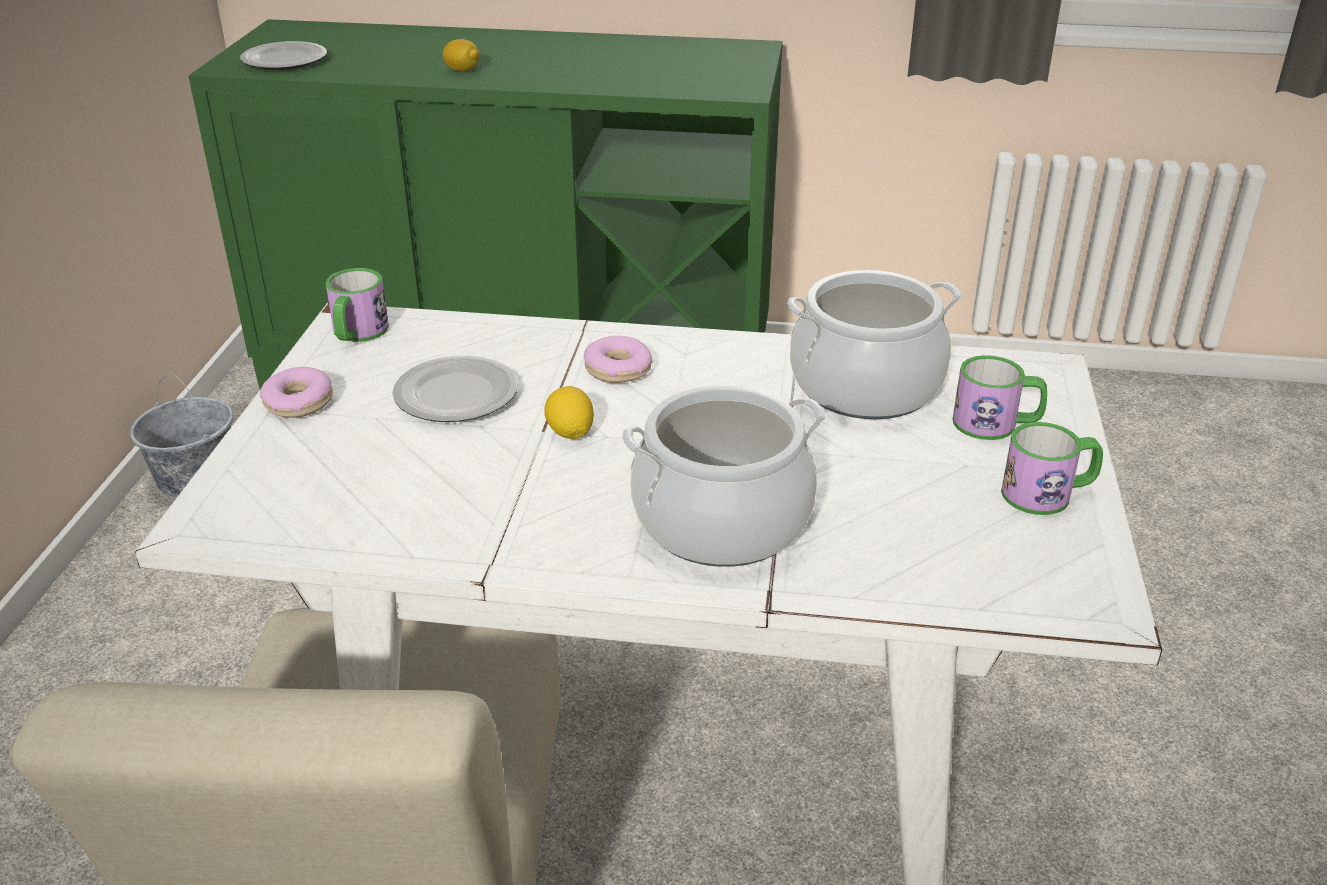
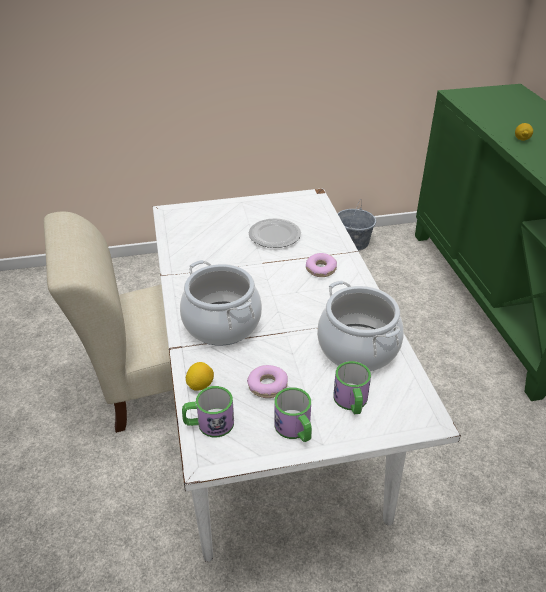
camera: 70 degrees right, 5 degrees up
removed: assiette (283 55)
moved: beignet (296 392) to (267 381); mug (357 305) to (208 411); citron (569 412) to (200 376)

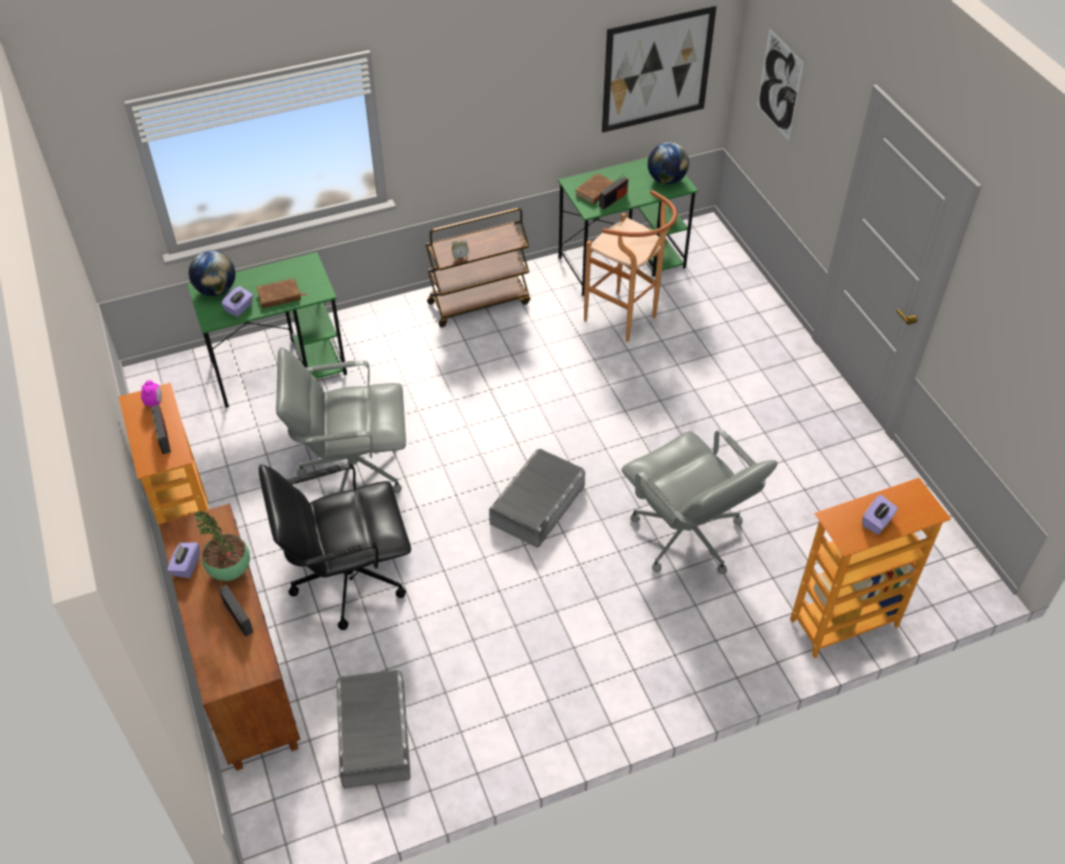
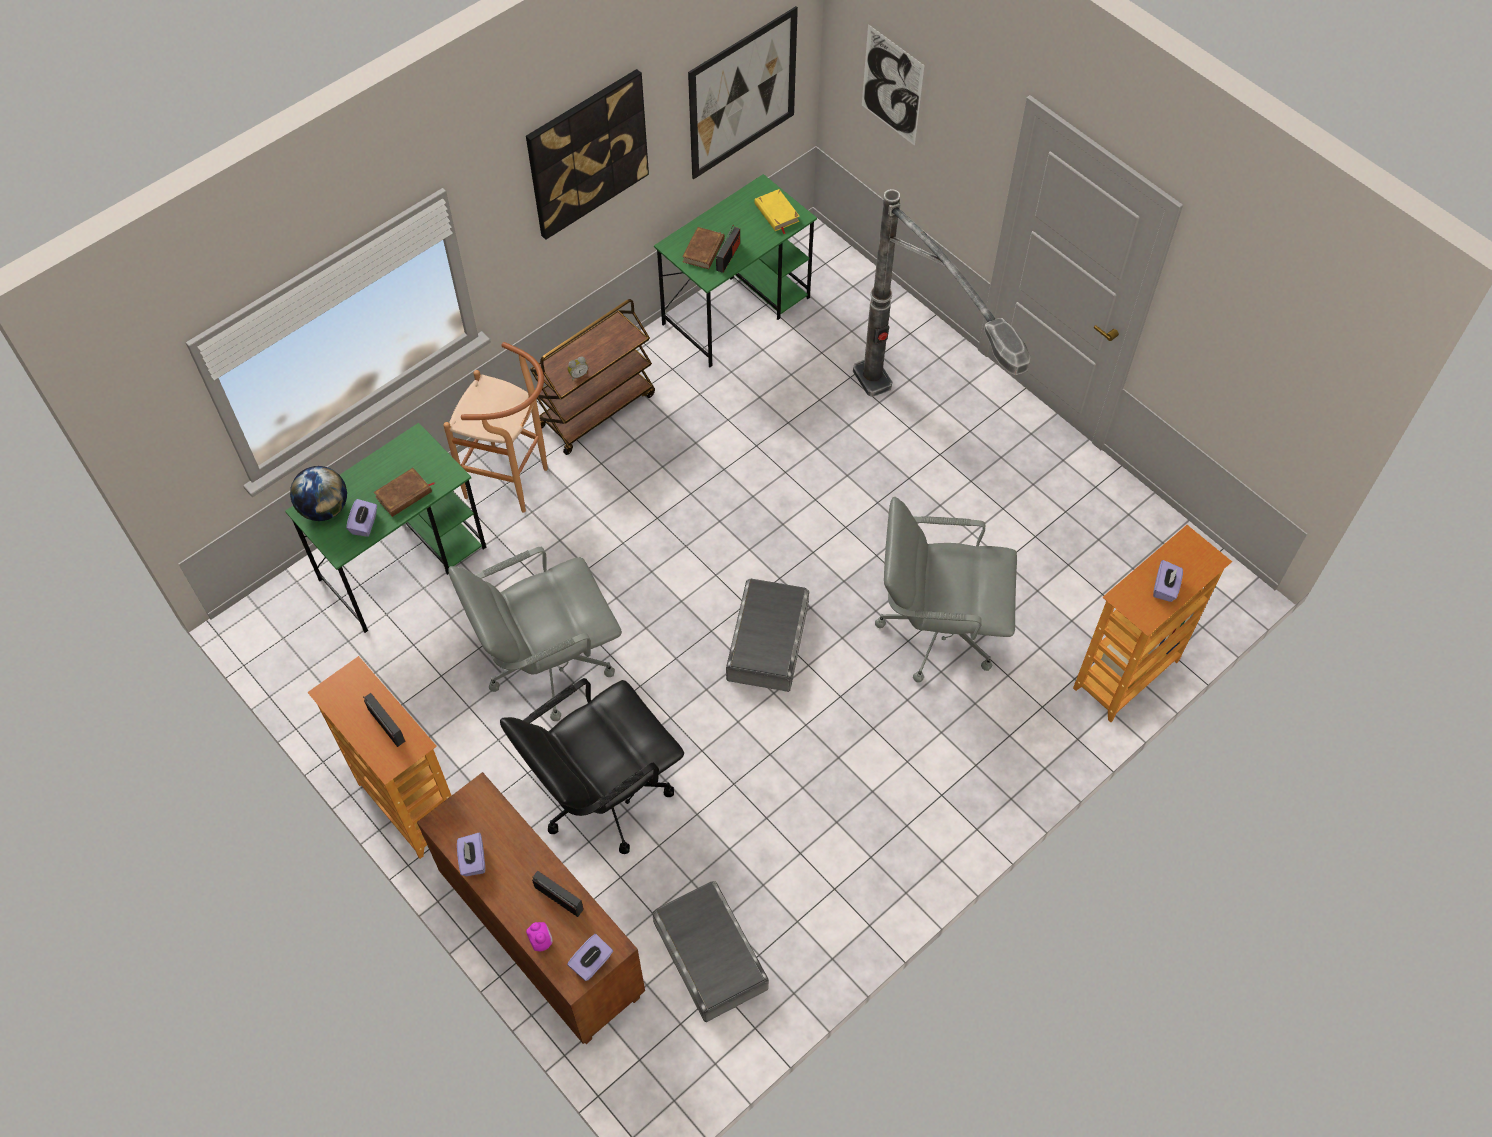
camera: 20 degrees left, 10 degrees up
removed: plante en pot (222 546)
added: tableau (587 154); boîte à mouchoirs [violet] (590 957); lampadaire (942 293)
moved: réveil (151 393) to (539 936); tabouret [marron] (630 266) to (495 427)
replaced: globe (668 163) to livre [jaune] (776 211)
turned: chaise de bureau [gris] (699 501) = (946 590) 150 degrees clockwise

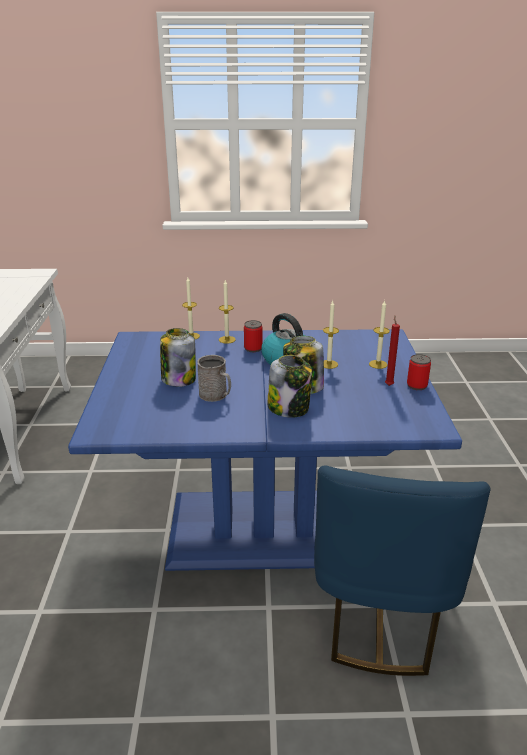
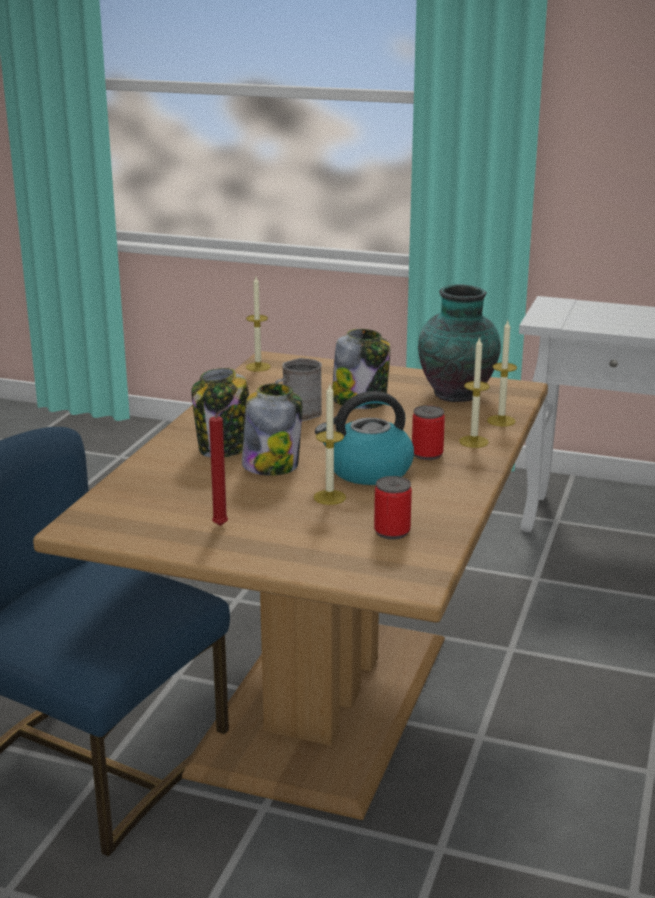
camera: 110 degrees right, 5 degrees down
added: vase (459 343)
moved: bougie (379 335) to (258 324); boîte métallique (419 372) to (393 508)
recoloured: table à manger [bleu] (265 450) to table à manger [marron] (290 585)

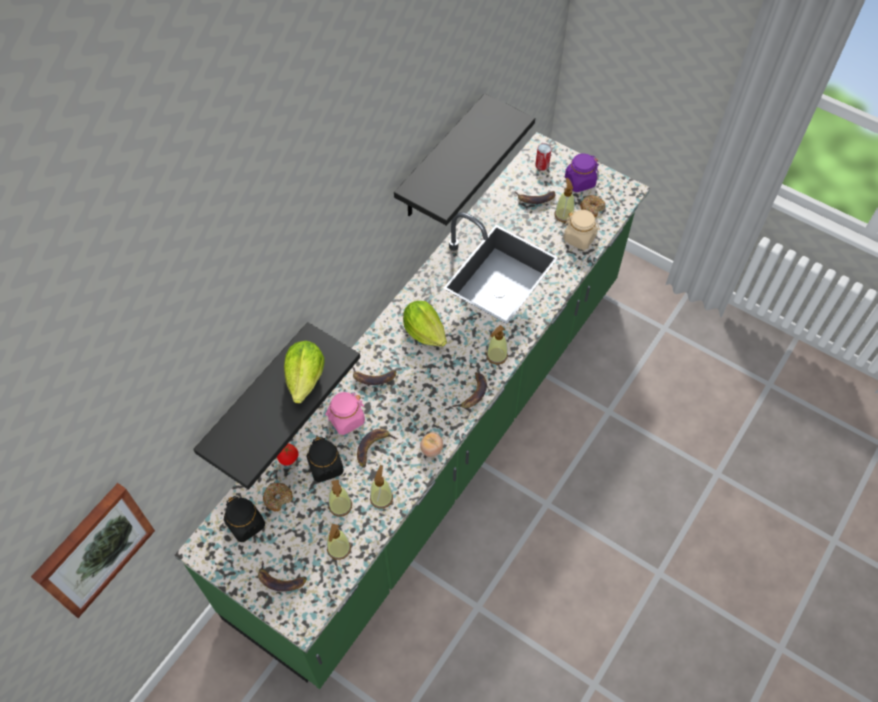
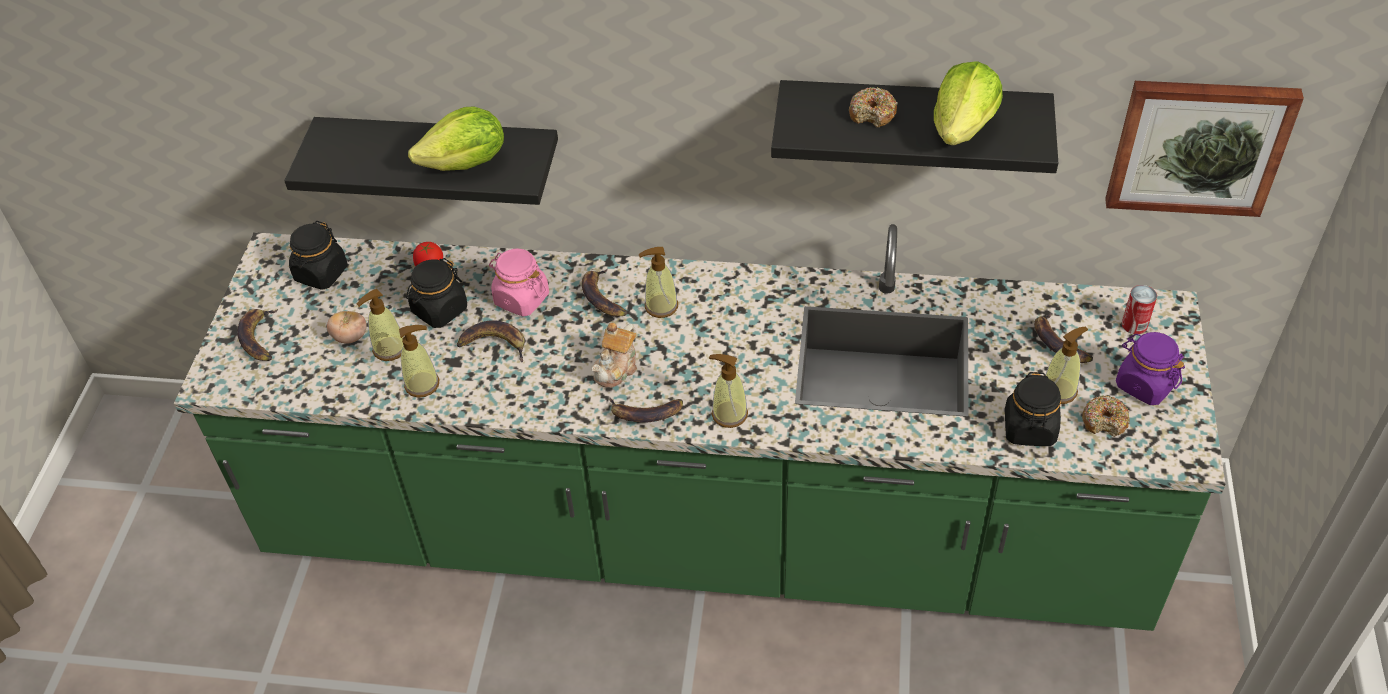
camera: 65 degrees right, 10 degrees down
added: théière (614 355)
moved: tableau (93 550) to (1204 149); beignet (278 497) to (873 107); distributeur de savon (339 542) to (658 282); laitue (425 324) to (968 103); tomate (431 445) to (347 327)
recoloured: bocal [beige] (582 230) to bocal [noir] (1033 409)

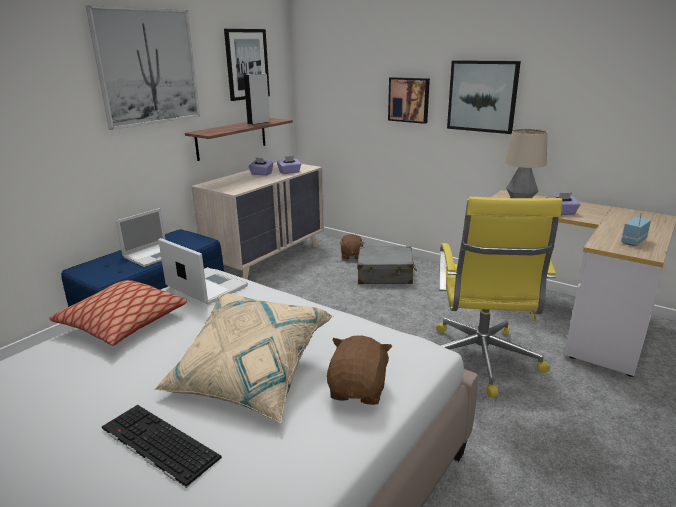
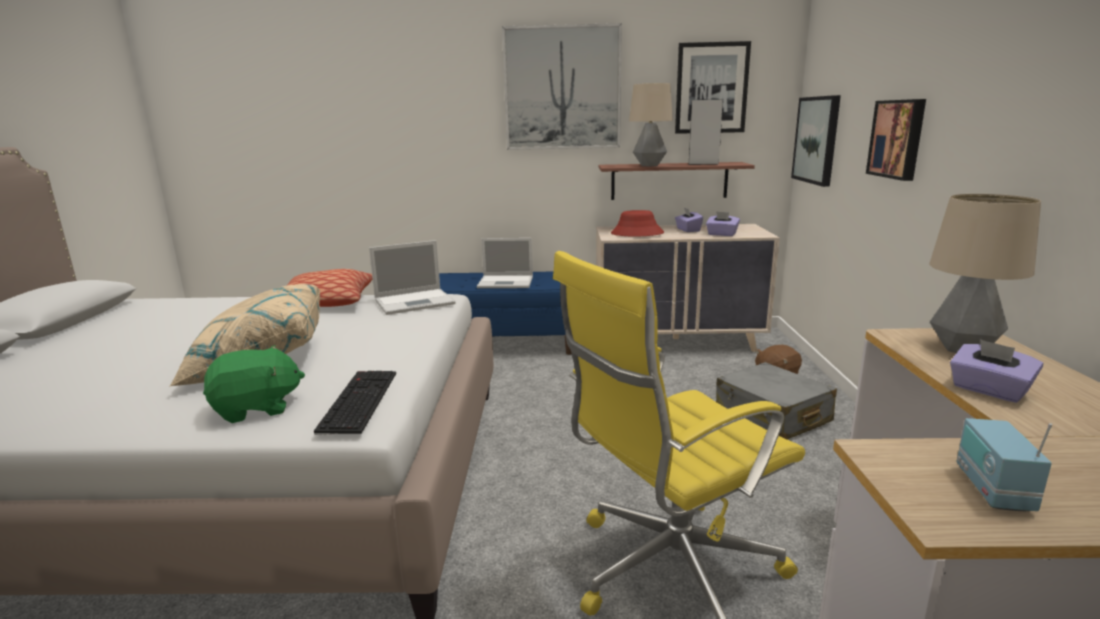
camera: 55 degrees right, 5 degrees down
added: chapeau [rouge] (637 223); lampe de table (651 124)
moved: clavier (162 446) to (355 403); tableau (484 97) to (816 141)
recoloured: peluche [marron] (359 370) to peluche [vert] (254 384)
turned: ordinateur portable (203 271) = (412 277) 60 degrees clockwise; radio (636 229) = (1004 464) 90 degrees counterclockwise

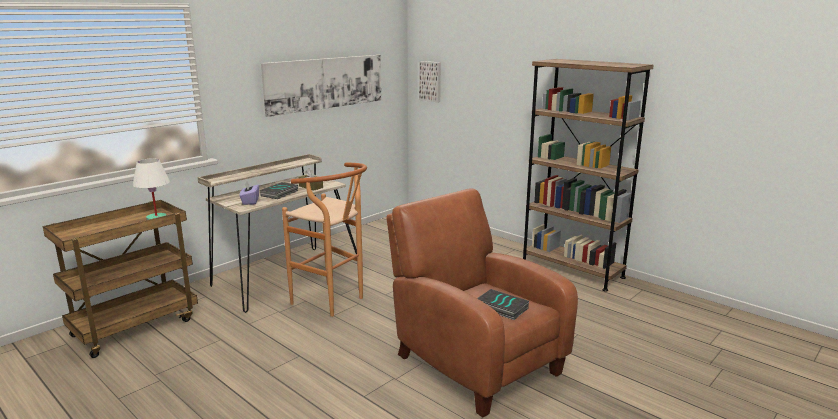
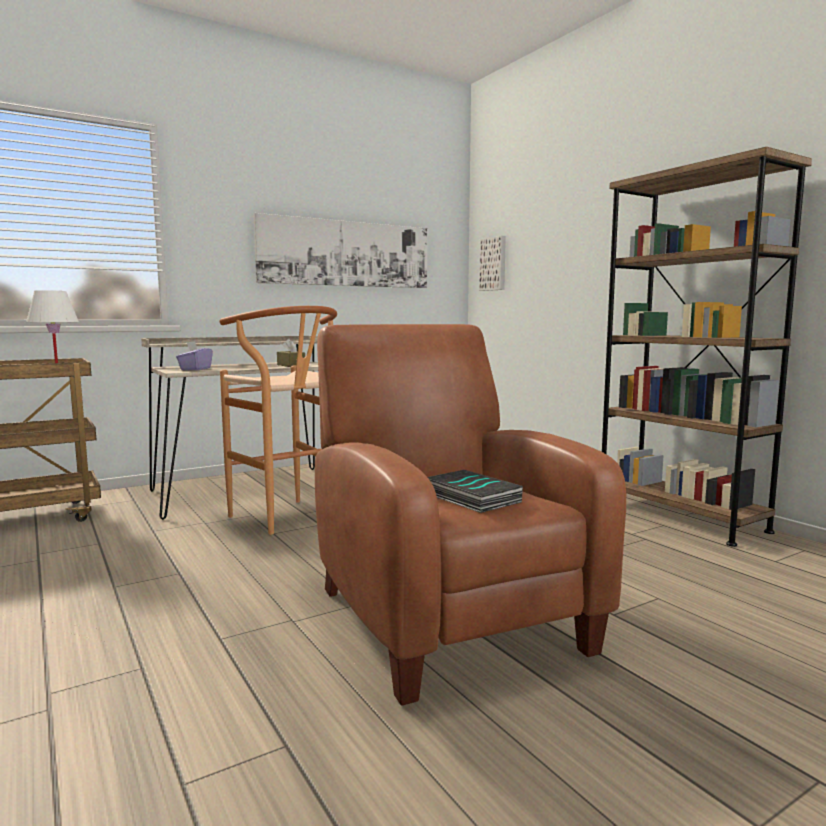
camera: 15 degrees right, 10 degrees down
removed: livre (279 190)

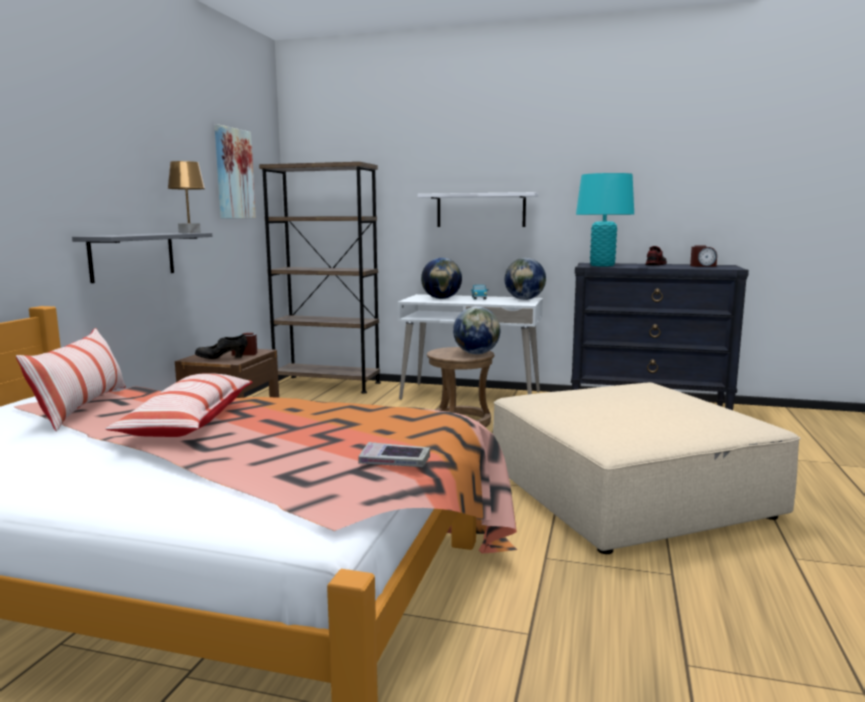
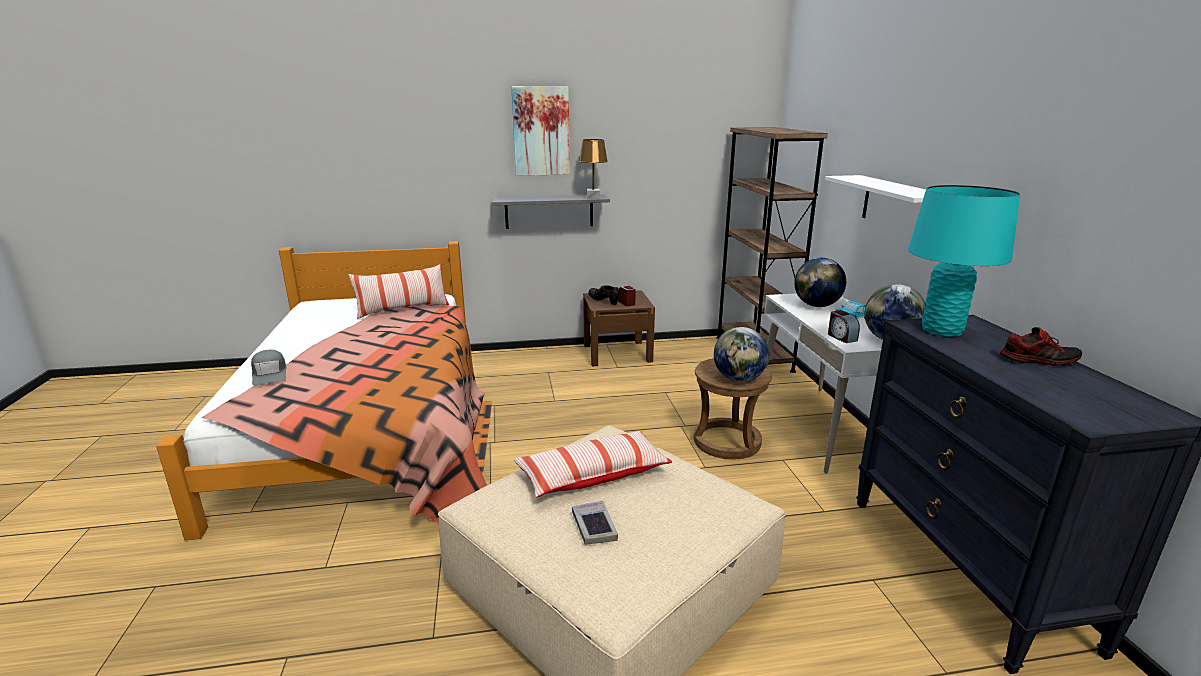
camera: 65 degrees right, 10 degrees up
added: casquette [gris] (268 368)
moved: coussin (179 405) to (593 464); tableau (235 171) to (540 131); livre (394 454) to (595 522); réveil (703 256) to (844 326)

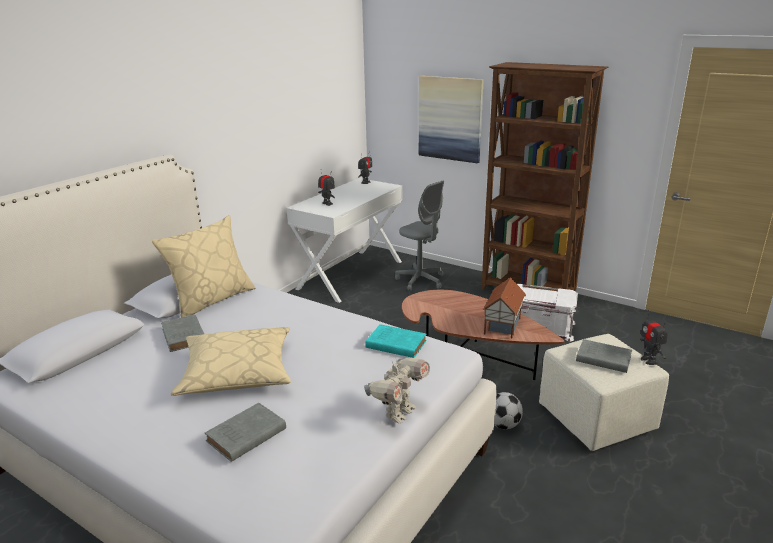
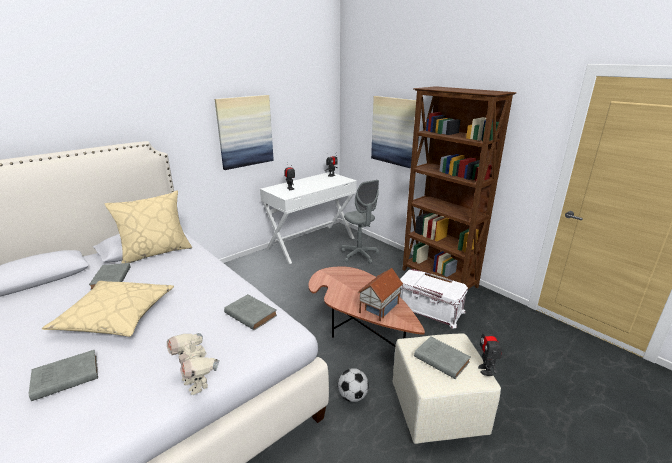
camera: 15 degrees right, 0 degrees up
added: tableau (244 132)
recoloured: livre [turquoise] (395 341) to livre [gris] (250 312)
turned: robot jouet (397 390) = (193 364) 90 degrees clockwise

